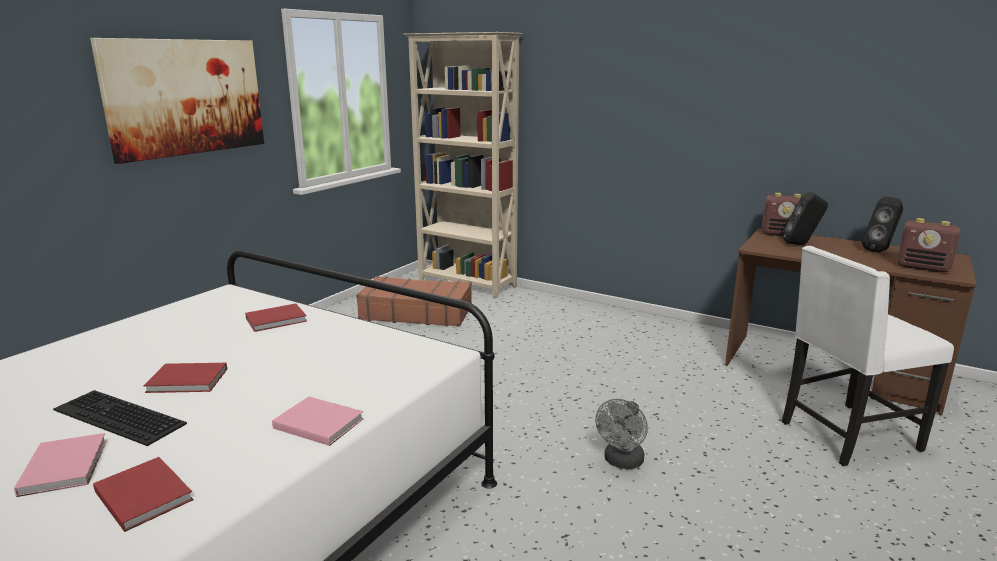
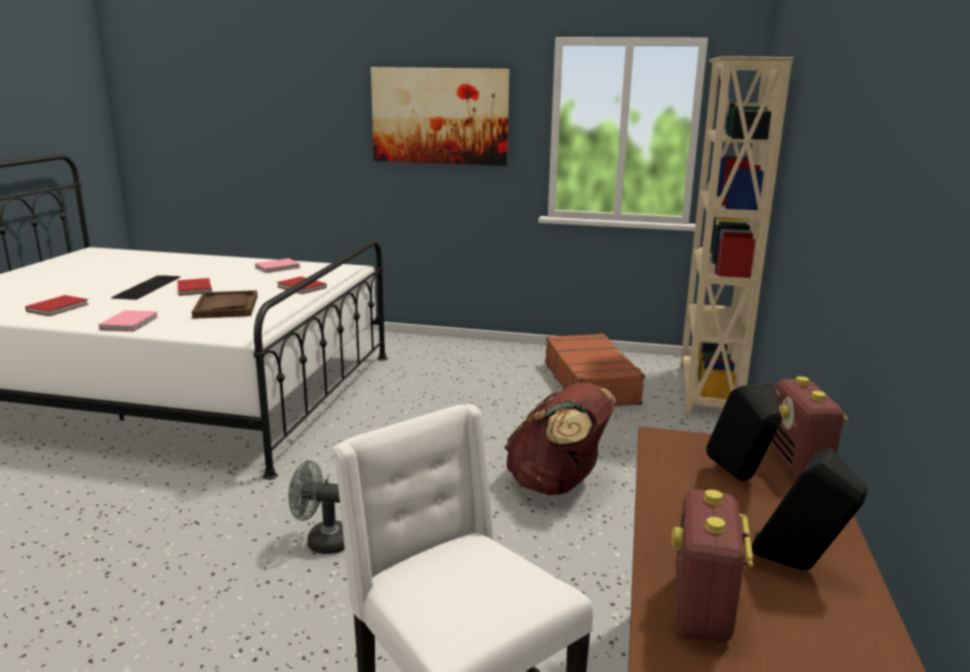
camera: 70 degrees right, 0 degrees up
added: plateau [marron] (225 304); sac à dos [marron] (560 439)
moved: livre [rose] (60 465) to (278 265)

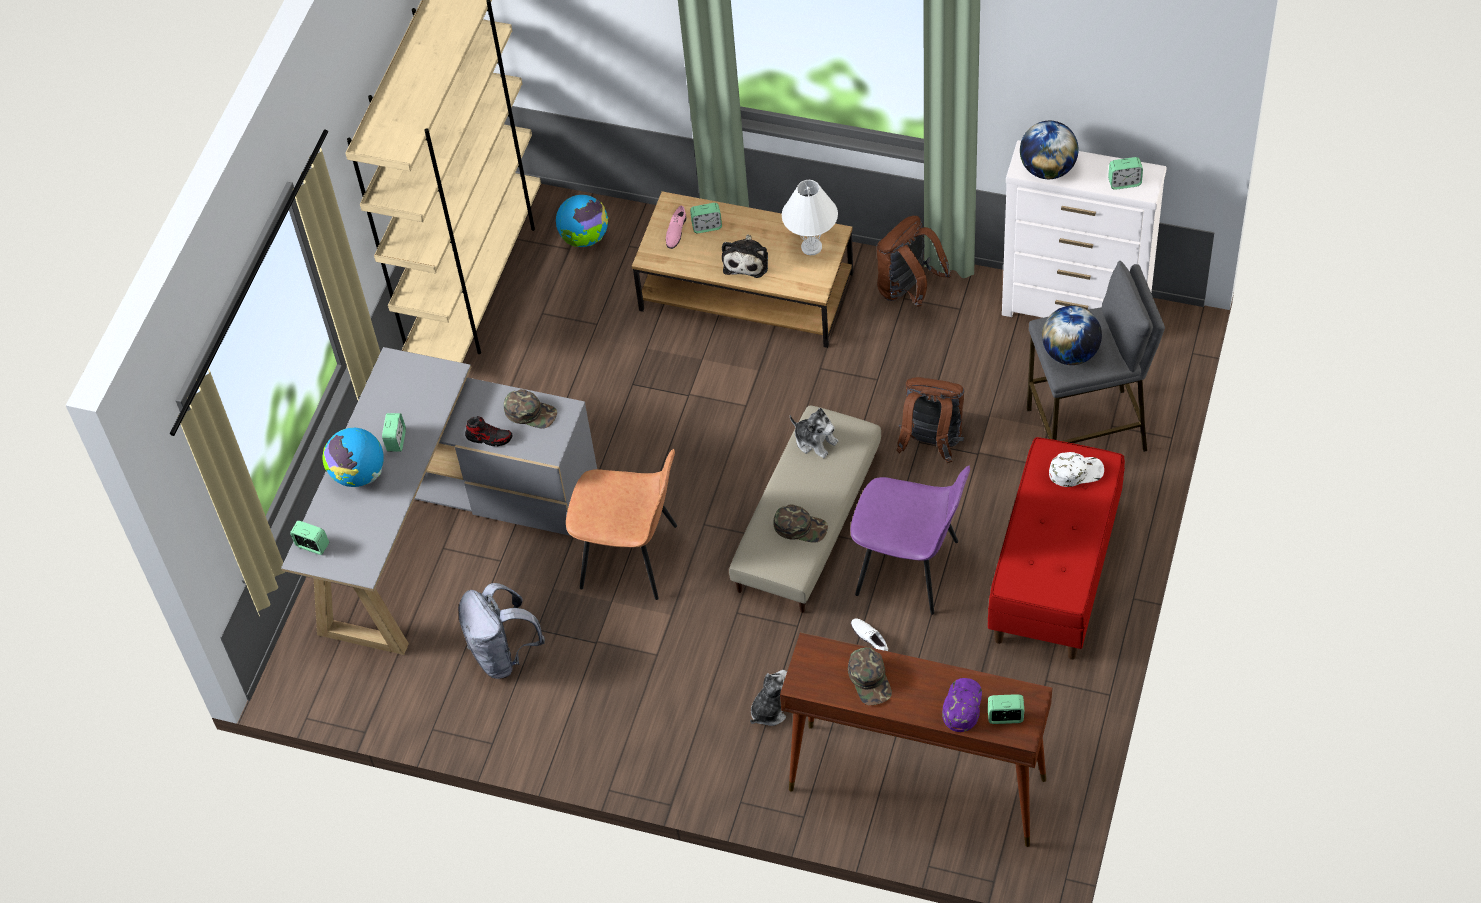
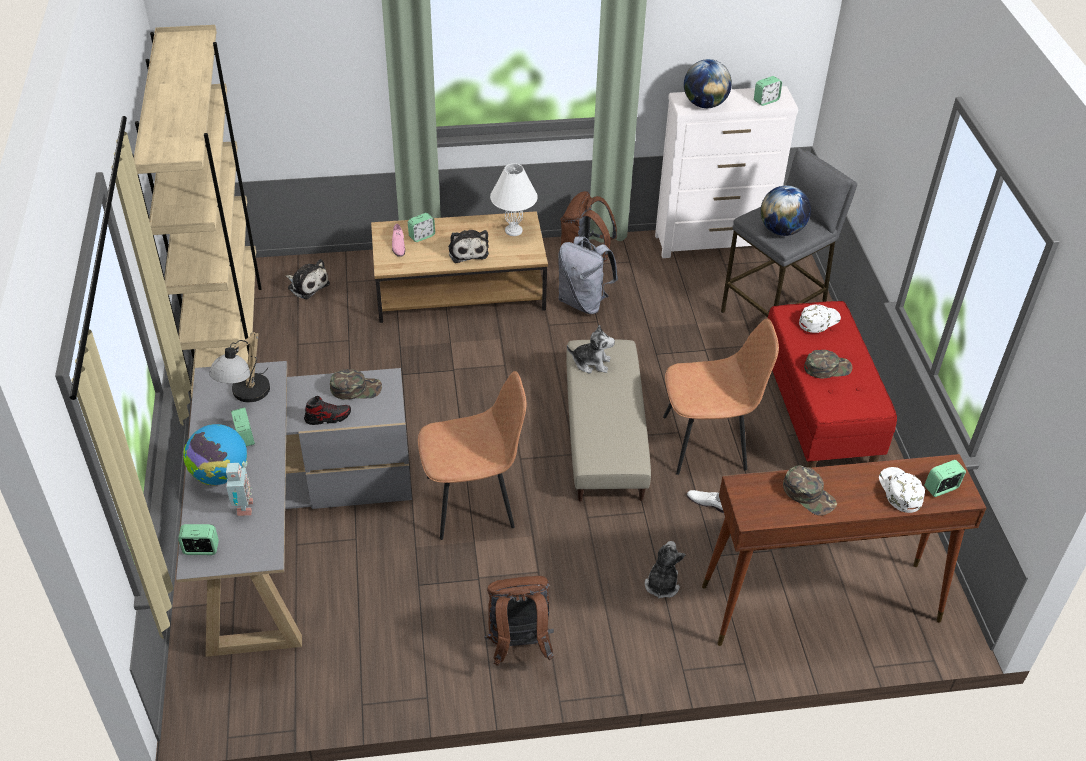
camera: 30 degrees left, 10 degrees down
added: lampe de table (239 367); robot jouet (239 489)
moved: sac à dos [gris] (502 631) to (588 275); casquette [vert] (800 523) to (828 364); sac à dos [marron] (930 420) to (519 621)
replaced: globe (582 221) to peluche (308 279)
recoloured: chaise [violet] (910 540) to chaise [marron] (721 396); casquette [violet] (962 705) to casquette [blanc] (902 490)

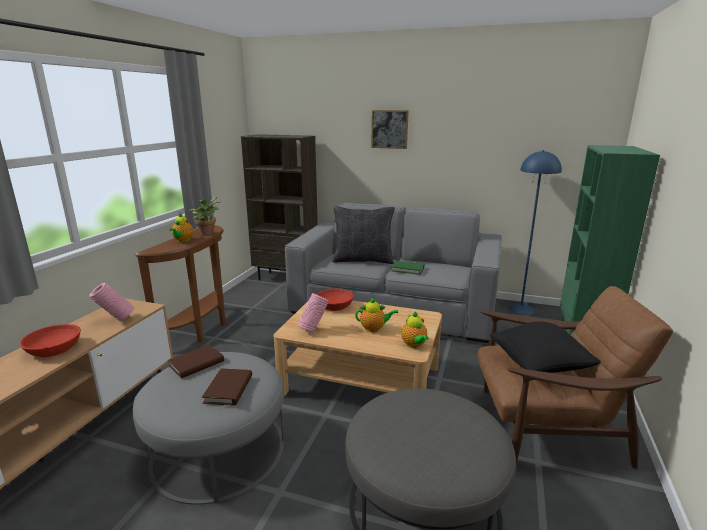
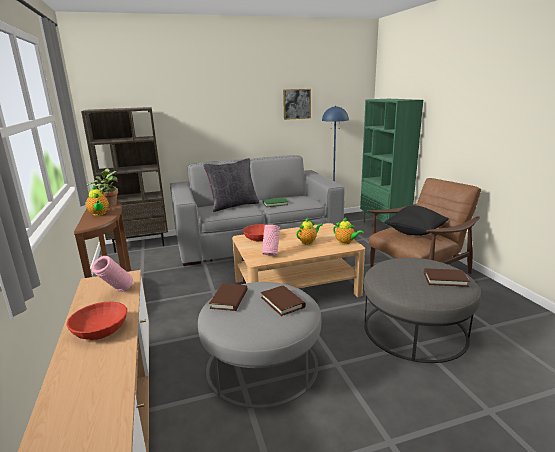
camera: 35 degrees left, 0 degrees up
added: livre [marron] (447 277)
moved: tableau (390 129) to (297 104)

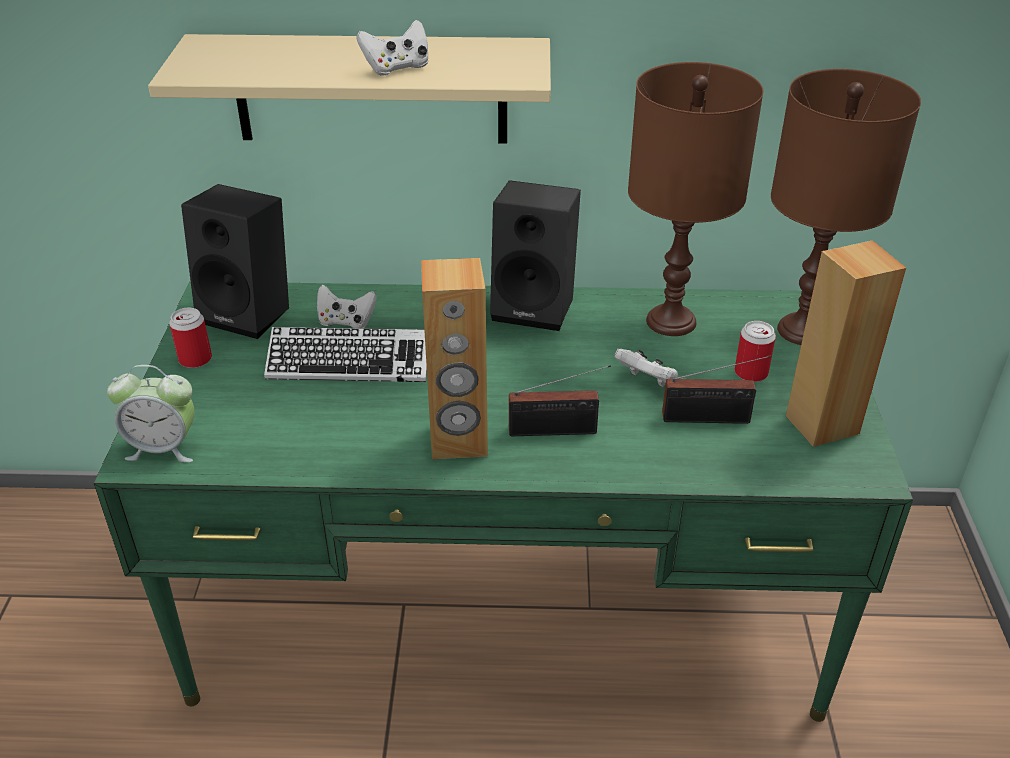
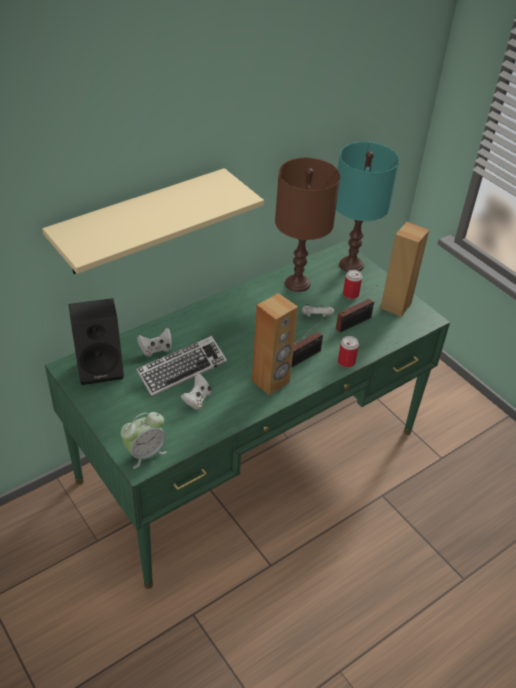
camera: 40 degrees left, 5 degrees up
removed: enceinte [noir] (535 255)
moved: boîte métallique (190 338) to (348 352); manette [blanc] (392 47) to (196 391)
recoloured: lampe de table [marron] (846 207) to lampe de table [turquoise] (367 207)

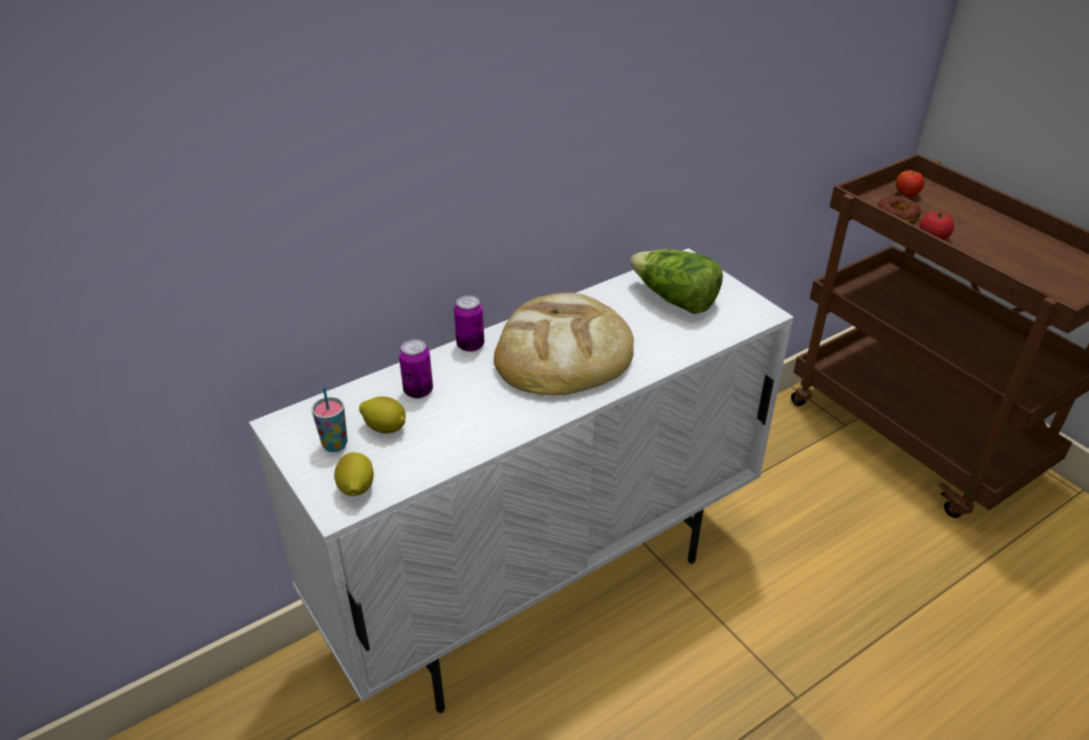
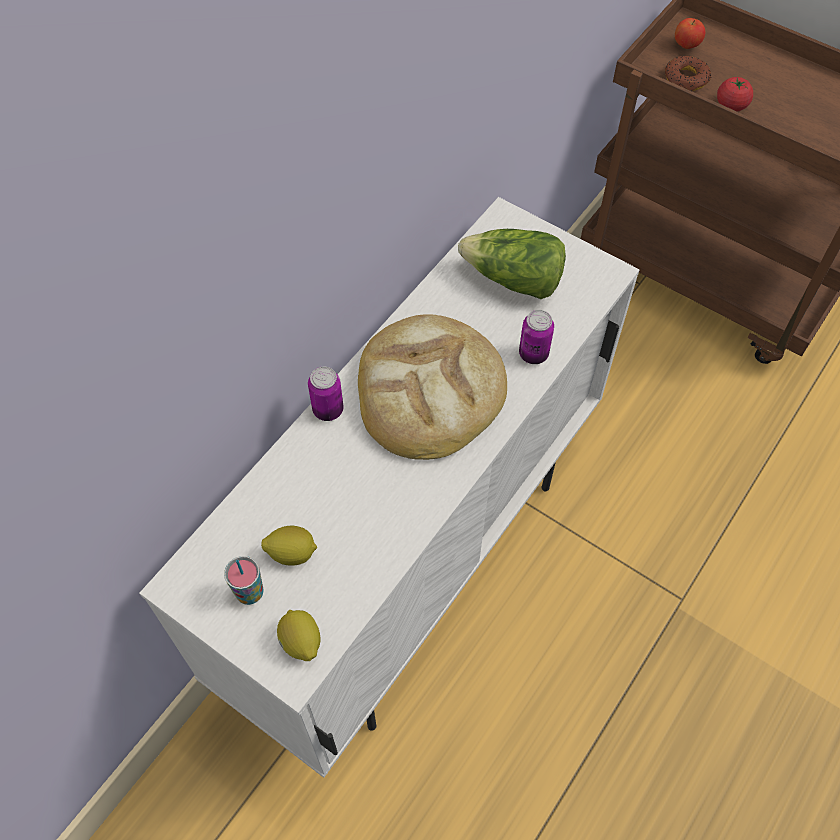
camera: 20 degrees left, 20 degrees up
moved: boîte métallique (416 368) to (536 337)

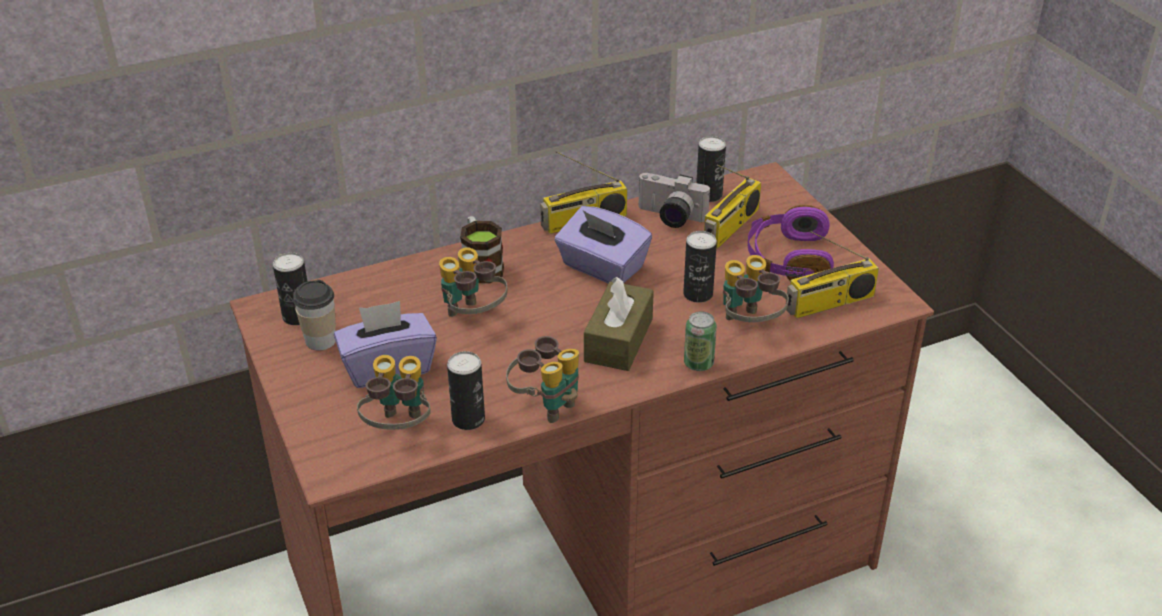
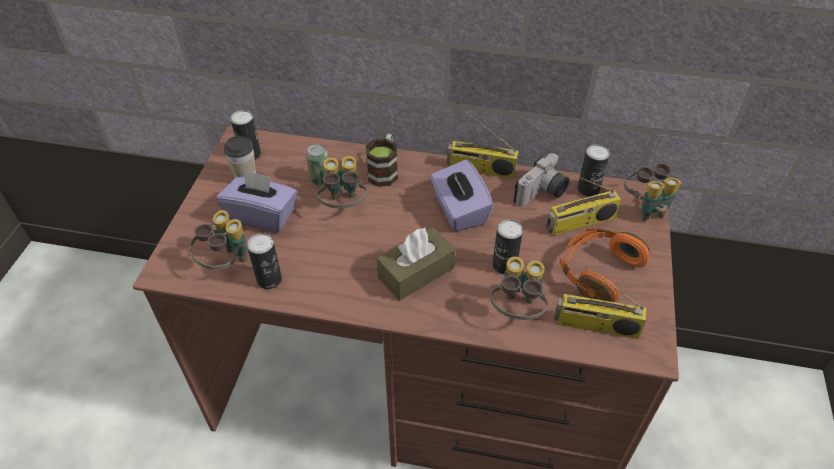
camera: 35 degrees right, 10 degrees up
moved: jumelles (542 379) to (652 192); boîte métallique (700 341) to (317 164)
recoloured: casque audio [violet] (791 243) to casque audio [orange] (604 265)
turned: appareil photo (673 200) = (541 180) 105 degrees counterclockwise

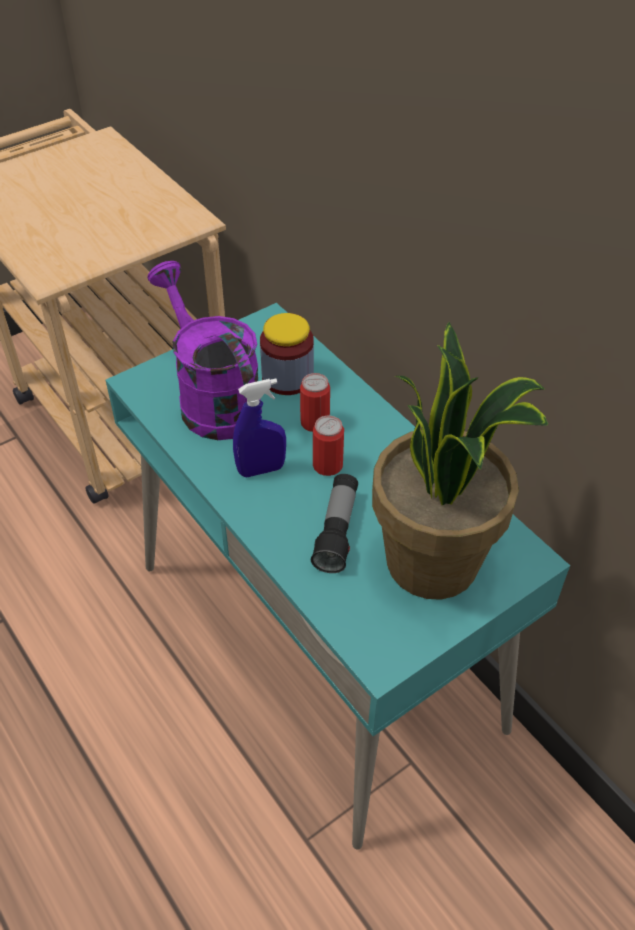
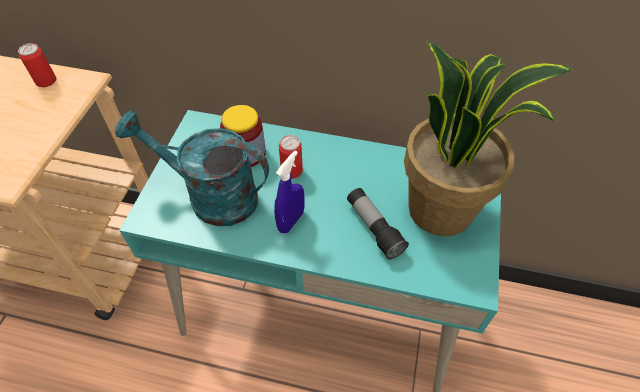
camera: 40 degrees left, 5 degrees up
moved: boîte métallique (328 446) to (37 65)
recoloured: arrosoir [violet] (204 350) to arrosoir [turquoise] (192 168)

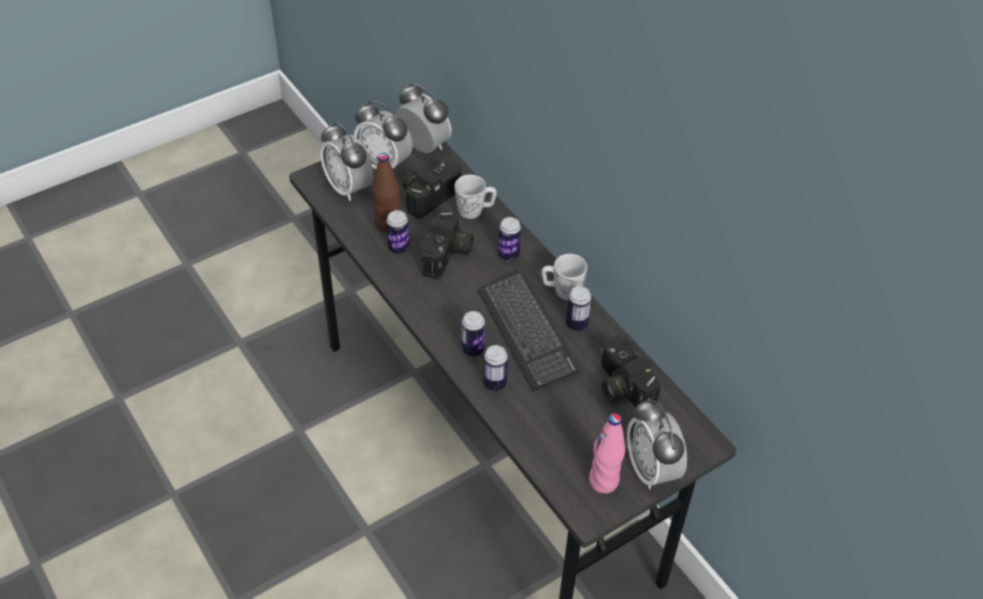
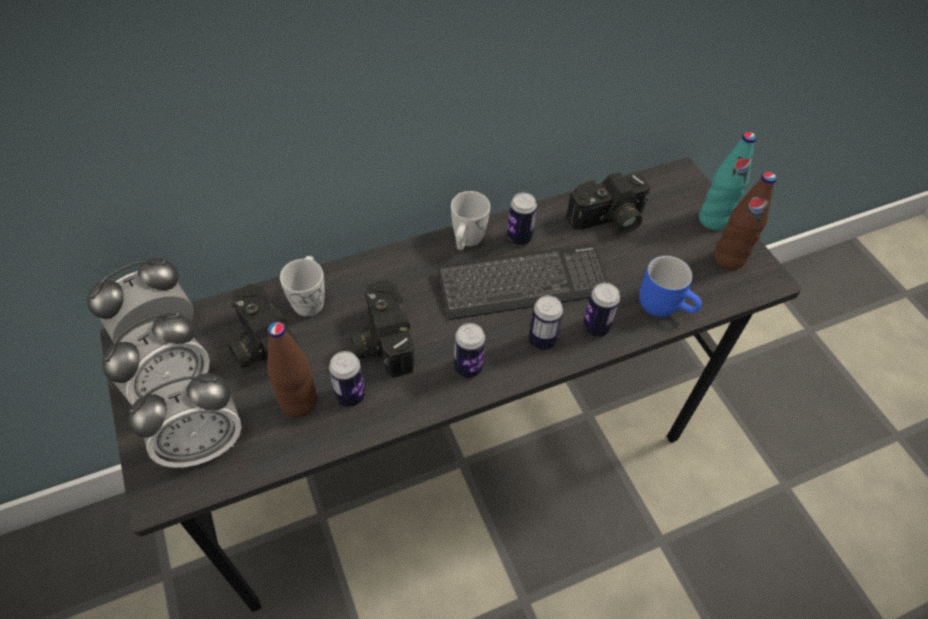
camera: 80 degrees left, 5 degrees up
added: mug [bleu] (670 286)
moved: boîte métallique (509 239) to (469 350)
replaced: réveil (657 443) to bouteille [turquoise] (728 181)
recoloured: bouteille [rose] (607 453) to bouteille [marron] (745 221)
turned: appareil photo (447 244) = (382 329) 135 degrees counterclockwise

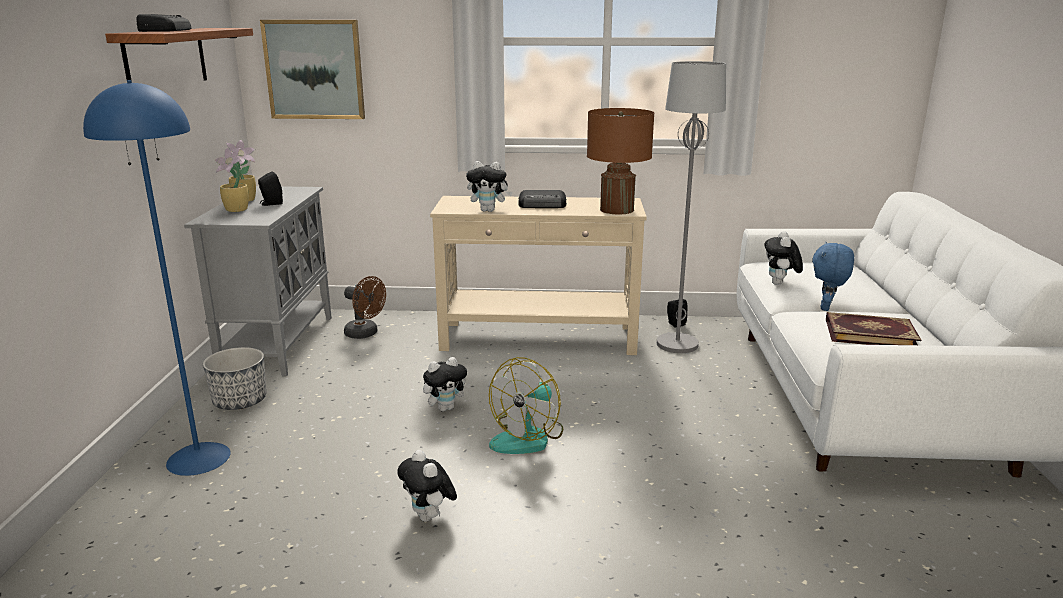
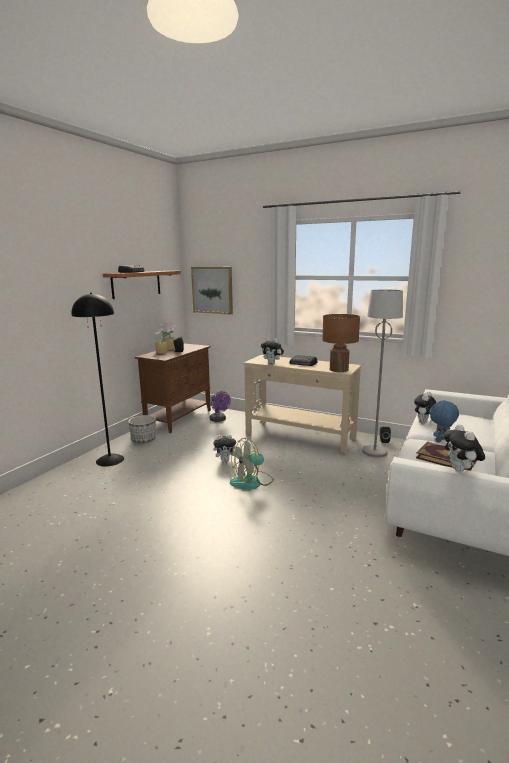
camera: 25 degrees right, 5 degrees down
moved: peluche (427 486) to (464 448)
recoloured: lampadaire [bleu] (157 278) to lampadaire [noir] (97 380); meuble de rangement [gris] (258 281) to meuble de rangement [marron] (173 388); ventilateur [marron] (365 307) to ventilateur [violet] (220 406)

